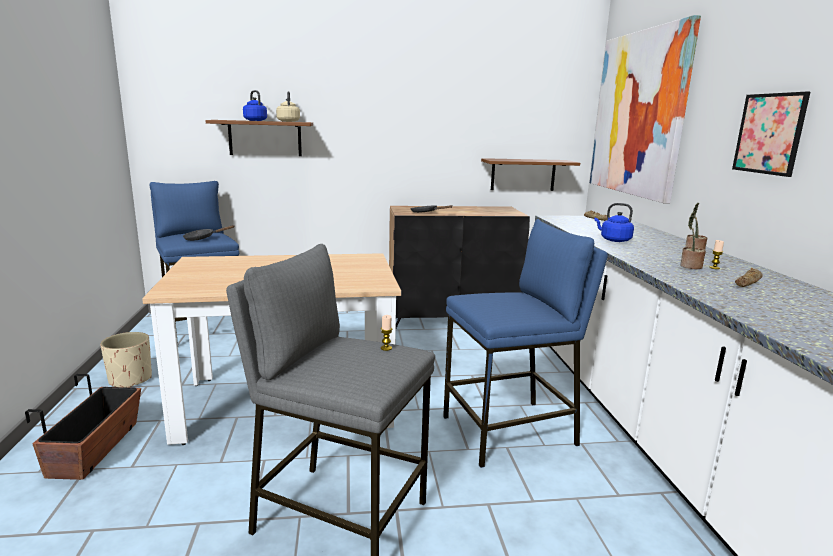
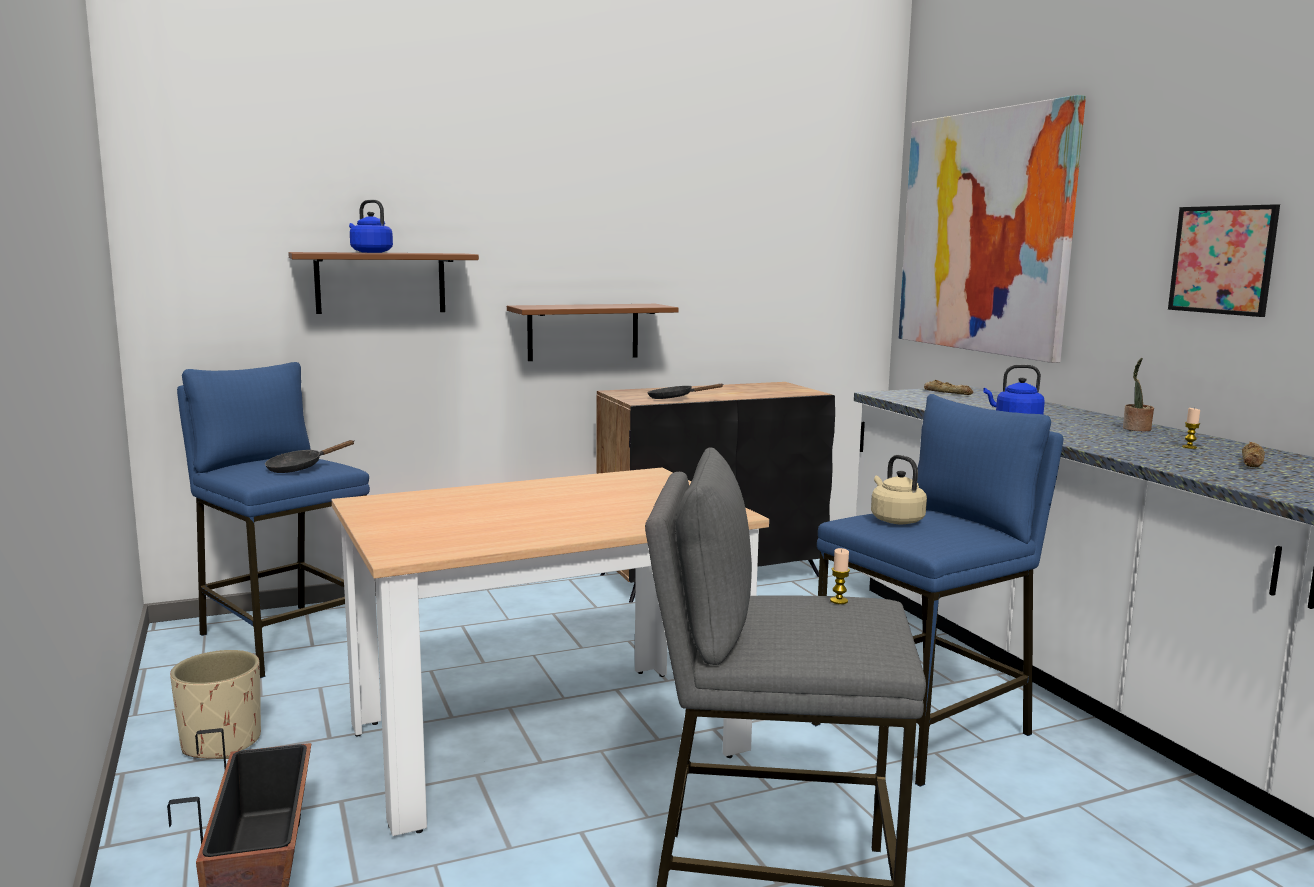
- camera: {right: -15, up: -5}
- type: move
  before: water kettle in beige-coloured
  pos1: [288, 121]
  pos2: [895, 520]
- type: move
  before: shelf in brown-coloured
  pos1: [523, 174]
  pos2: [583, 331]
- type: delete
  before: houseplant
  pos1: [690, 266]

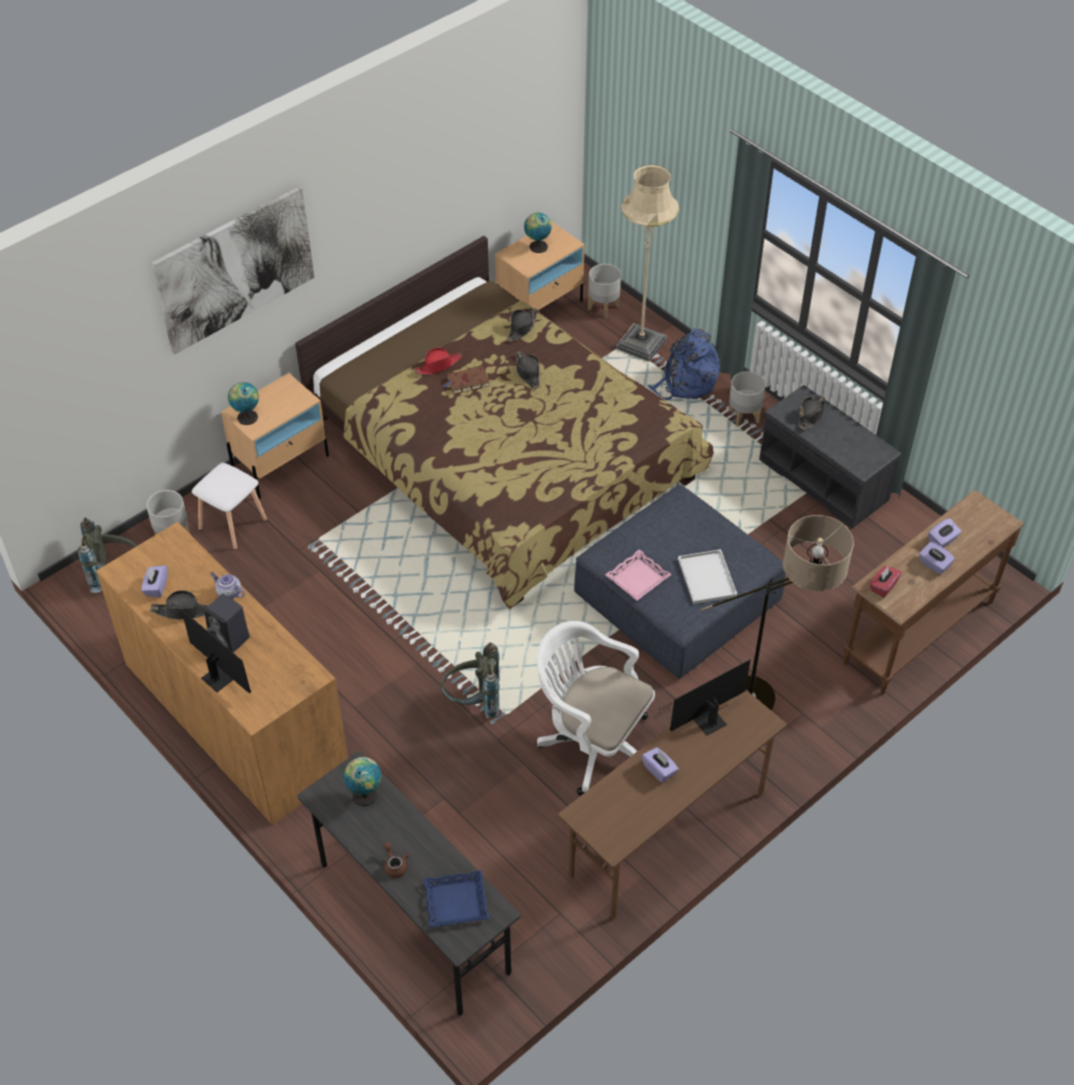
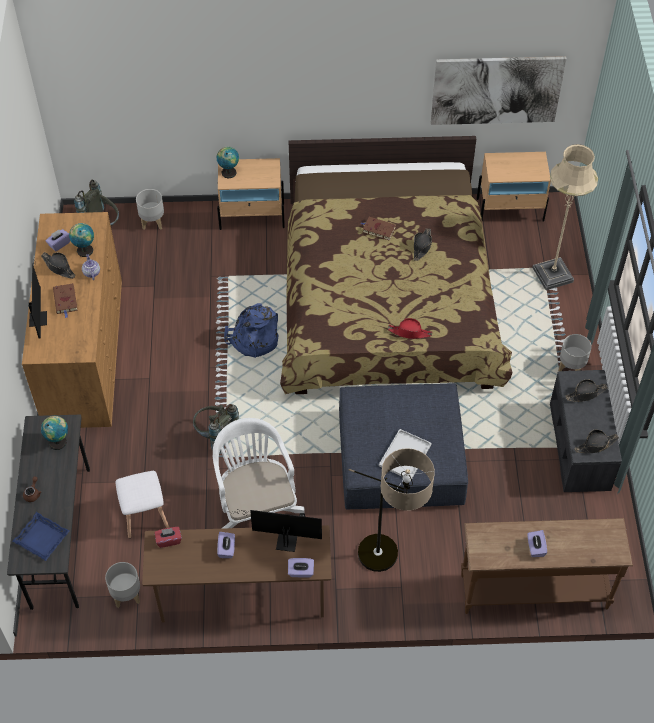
- camera: {right: 40, up: 5}
- type: move
  before: wall picture
  pos1: [235, 269]
  pos2: [496, 90]
- type: move
  before: stool seat in white
  pos1: [234, 524]
  pos2: [145, 516]
- type: replace
  before: loudspeaker in blackish
  after: volume in brown-coloured
  pos1: [231, 639]
  pos2: [66, 301]
- type: move
  before: hat in reddish
  pos1: [438, 365]
  pos2: [410, 332]
- type: move
  before: hat in blackish
  pos1: [522, 328]
  pos2: [595, 445]
- type: move
  before: globe
  pos1: [537, 246]
  pos2: [84, 249]
- type: move
  before: planter in gray
  pos1: [603, 307]
  pos2: [126, 595]
- type: delete
  before: tray in pinkish
  pos1: [638, 579]
- type: move
  before: backpack in blue-coloured
  pos1: [686, 382]
  pos2: [253, 339]
- type: move
  before: tissue holder in reddish
  pos1: [883, 586]
  pos2: [169, 540]
- type: move
  before: tissue holder in purple
  pos1: [942, 540]
  pos2: [301, 572]

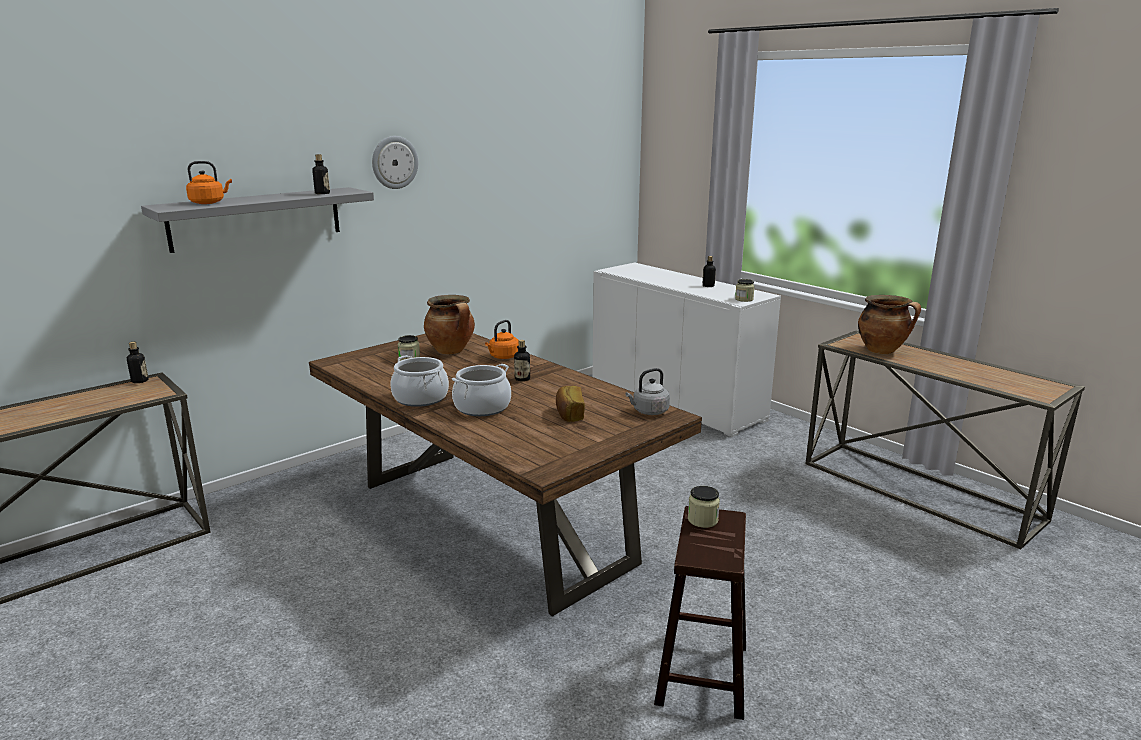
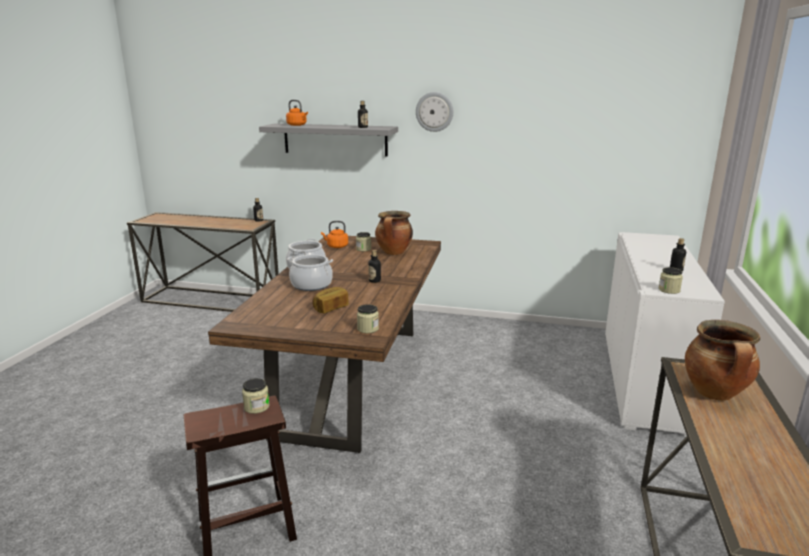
- camera: {right: 55, up: 0}
- type: move
  before: water kettle in orange-coloured
  pos1: [503, 357]
  pos2: [336, 246]
- type: replace
  before: water kettle in gray
  after: jar
  pos1: [649, 411]
  pos2: [368, 329]

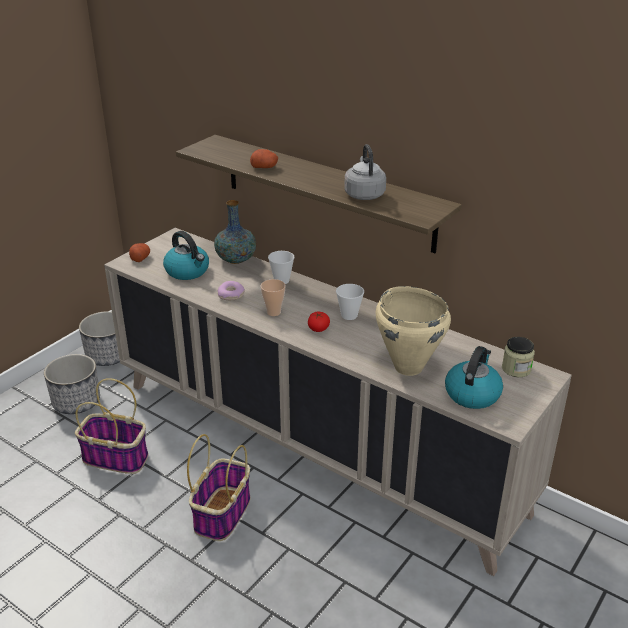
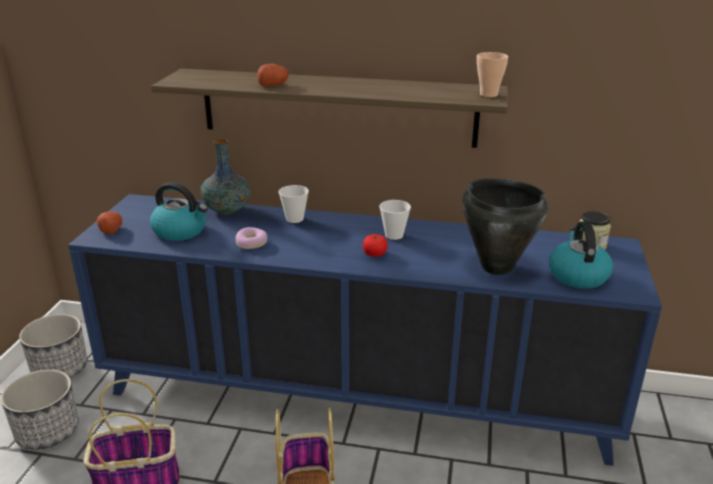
- camera: {right: -25, up: -5}
- type: recolor
  before: cupboard in beige-coloured
  after: cupboard in blue-coloured
  pos1: [314, 444]
  pos2: [356, 394]
- type: move
  before: small cup
  pos1: [273, 312]
  pos2: [488, 95]
- type: delete
  before: water kettle in gray
  pos1: [364, 194]
- type: recolor
  before: stockpot in beige-coloured
  after: stockpot in blackish
  pos1: [408, 367]
  pos2: [496, 267]

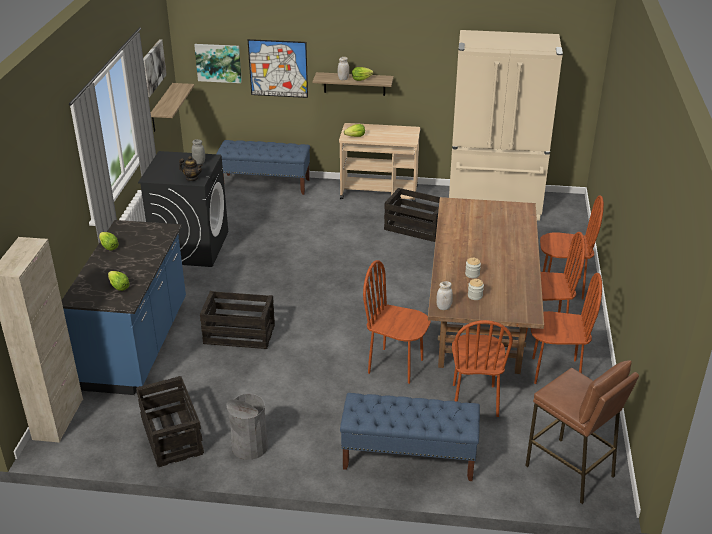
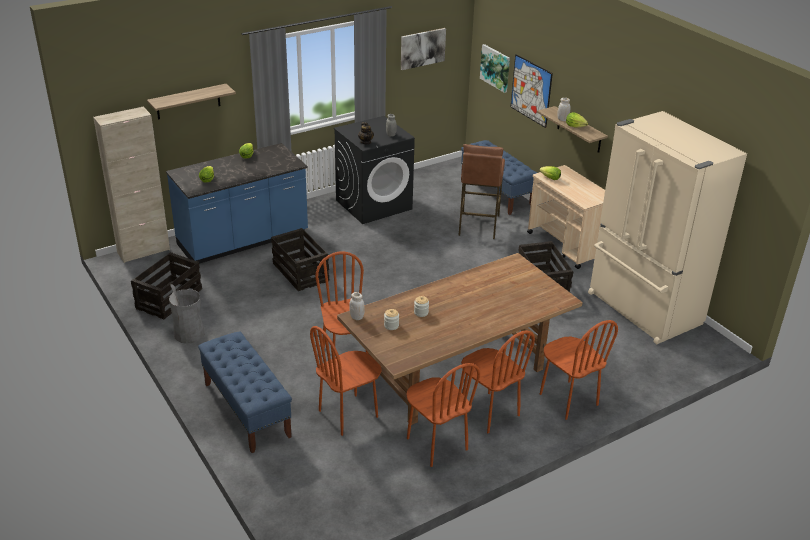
- camera: {right: 50, up: 0}
- type: move
  before: shelf
  pos1: [162, 108]
  pos2: [188, 101]
- type: move
  before: stool seat in brown-coloured
  pos1: [570, 471]
  pos2: [478, 225]

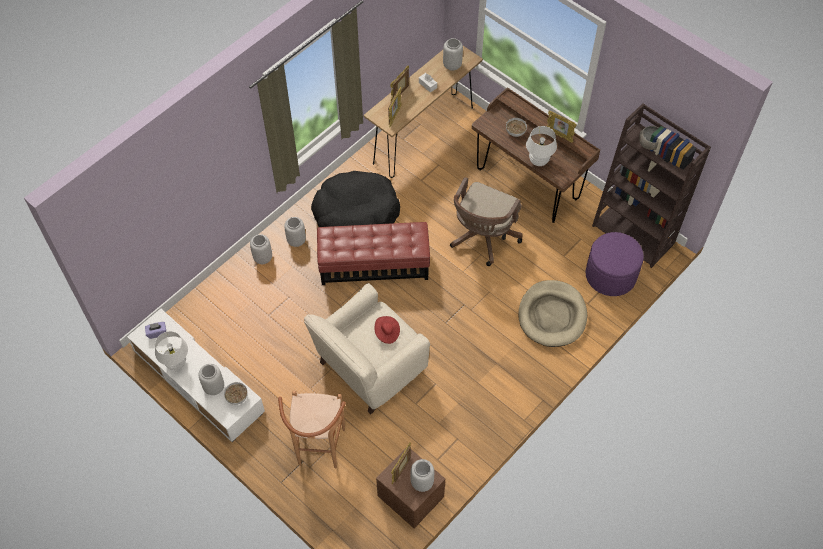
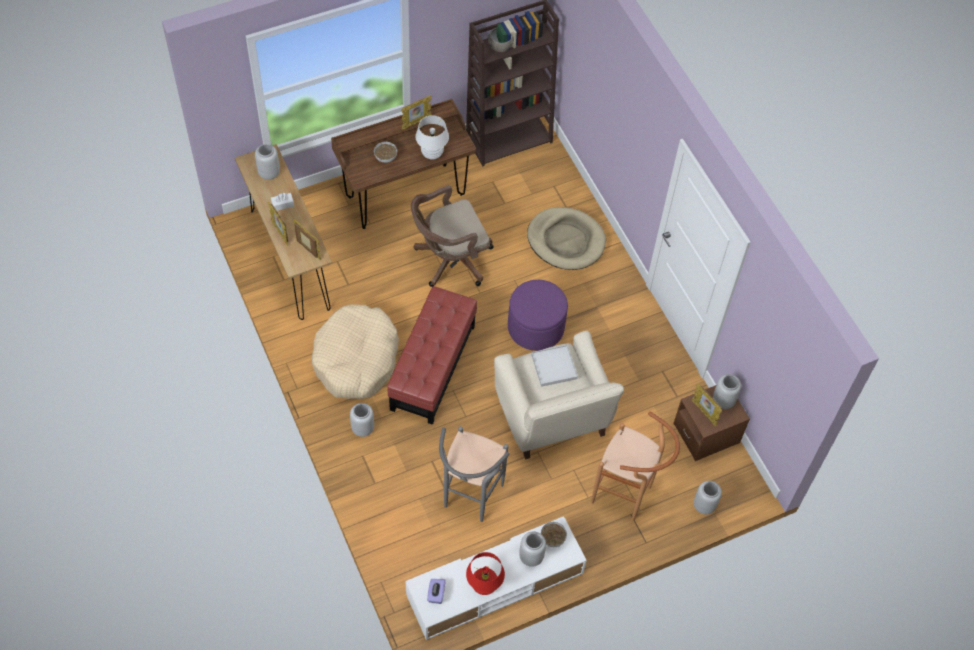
- camera: {right: -70, up: 0}
- type: recolor
  before: lamp for a table in white
  after: lamp for a table in reddish
  pos1: [176, 363]
  pos2: [484, 585]
- type: move
  before: flower vase in gray
  pos1: [263, 257]
  pos2: [703, 505]
- type: recolor
  before: dog cushion in blackish
  after: dog cushion in beige-coloured
  pos1: [356, 212]
  pos2: [356, 359]
- type: replace
  before: hat in reddish
  after: tray in white
  pos1: [387, 333]
  pos2: [554, 367]
- type: rotate
  before: office chair in brown-coloured
  pos1: [482, 238]
  pos2: [449, 260]
  turn: 105
- type: move
  before: footrest in purple
  pos1: [610, 275]
  pos2: [535, 327]
- type: insert
  after: stool seat in gray
  pos2: [469, 500]

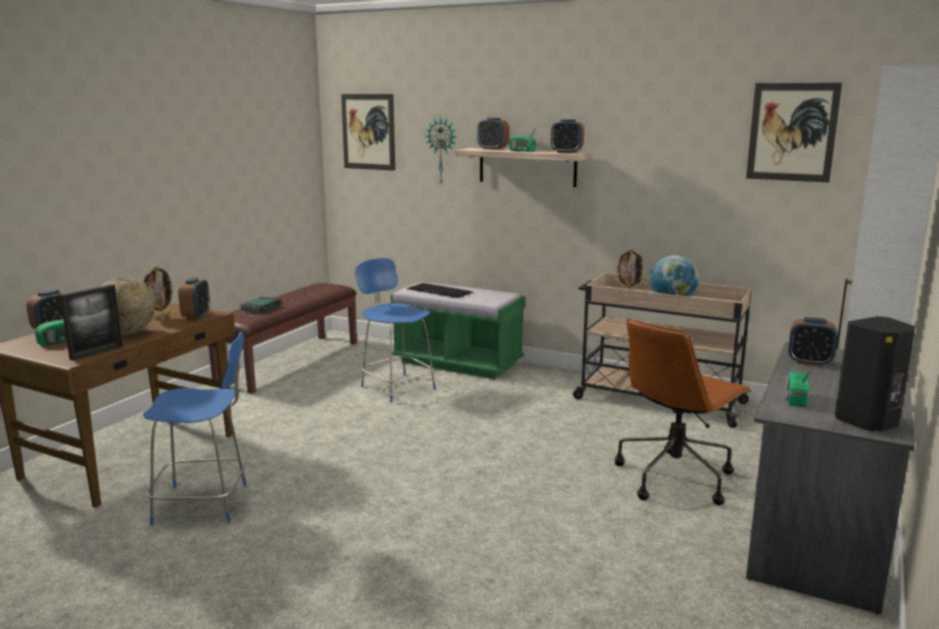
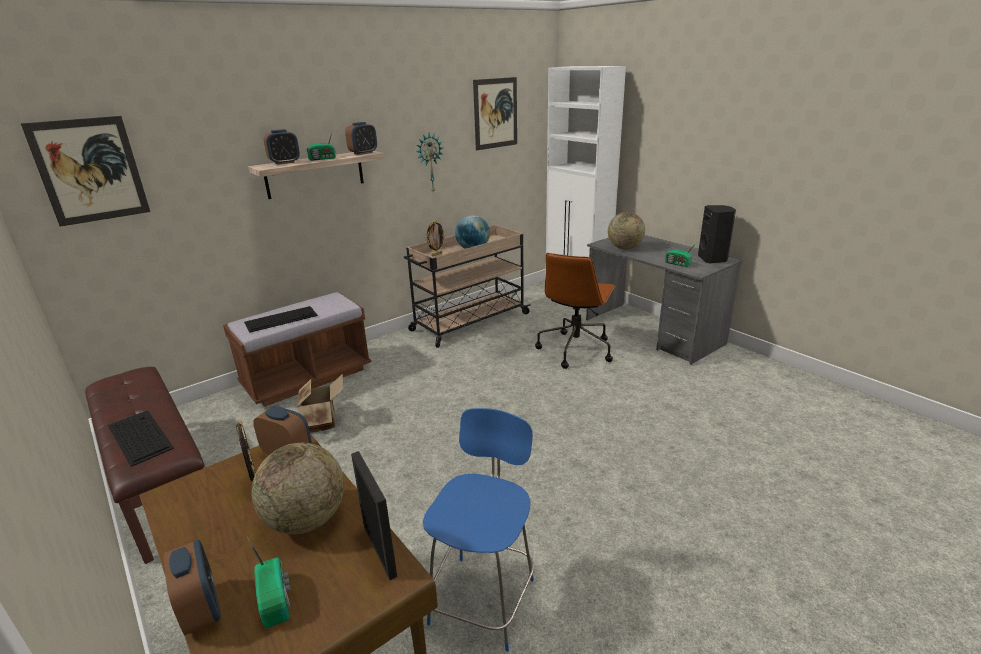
- camera: {right: -65, up: 10}
- type: replace
  before: volume
  after: computer keyboard
  pos1: [260, 308]
  pos2: [139, 436]
- type: replace
  before: stool seat in blue-coloured
  after: cardboard box
  pos1: [396, 387]
  pos2: [323, 421]
- type: recolor
  before: bench in green
  after: bench in brown-coloured
  pos1: [458, 363]
  pos2: [307, 377]
- type: move
  before: hanging clock
  pos1: [442, 151]
  pos2: [429, 163]
- type: rotate
  before: office chair in brown-coloured
  pos1: [675, 477]
  pos2: [575, 349]
  turn: 45
- type: replace
  before: table clock
  after: globe
  pos1: [809, 362]
  pos2: [624, 248]

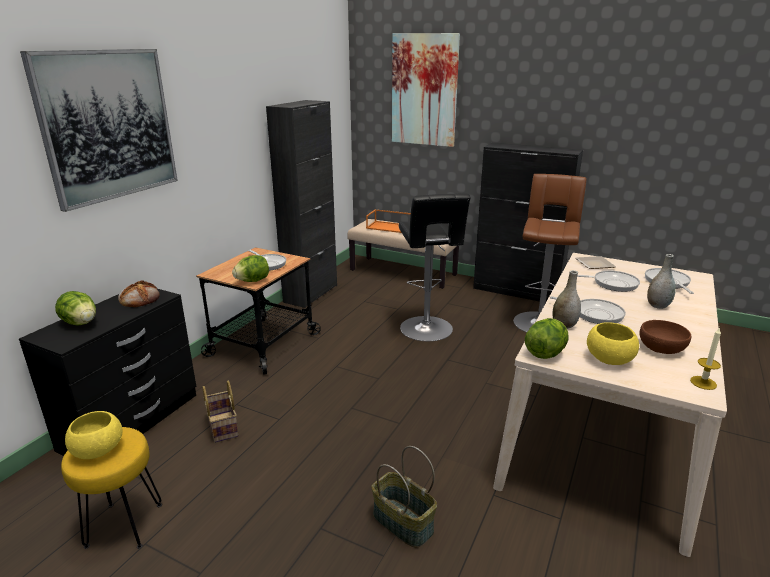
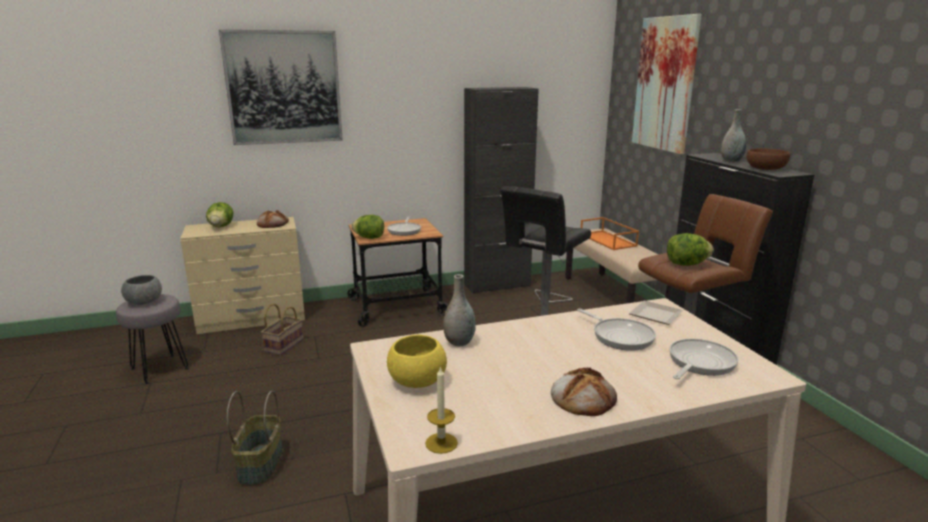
- camera: {right: 45, up: -5}
- type: recolor
  before: chest of drawers in blackish
  after: chest of drawers in beige-coloured
  pos1: [133, 421]
  pos2: [253, 319]
- type: recolor
  before: stool seat in yellowish
  after: stool seat in gray
  pos1: [124, 524]
  pos2: [160, 368]
- type: recolor
  before: deep dish in yellowish
  after: deep dish in gray
  pos1: [98, 450]
  pos2: [144, 302]
- type: move
  before: head of lettuce
  pos1: [545, 353]
  pos2: [686, 264]
- type: delete
  before: skillet
  pos1: [595, 314]
- type: move
  before: deep dish in brown-coloured
  pos1: [662, 348]
  pos2: [766, 169]
- type: move
  before: flower vase in gray
  pos1: [658, 306]
  pos2: [731, 161]
- type: insert
  after: bread
  pos2: [583, 397]

